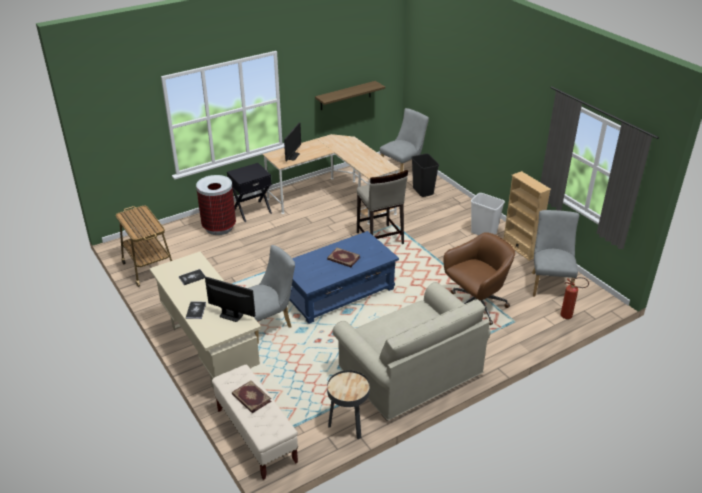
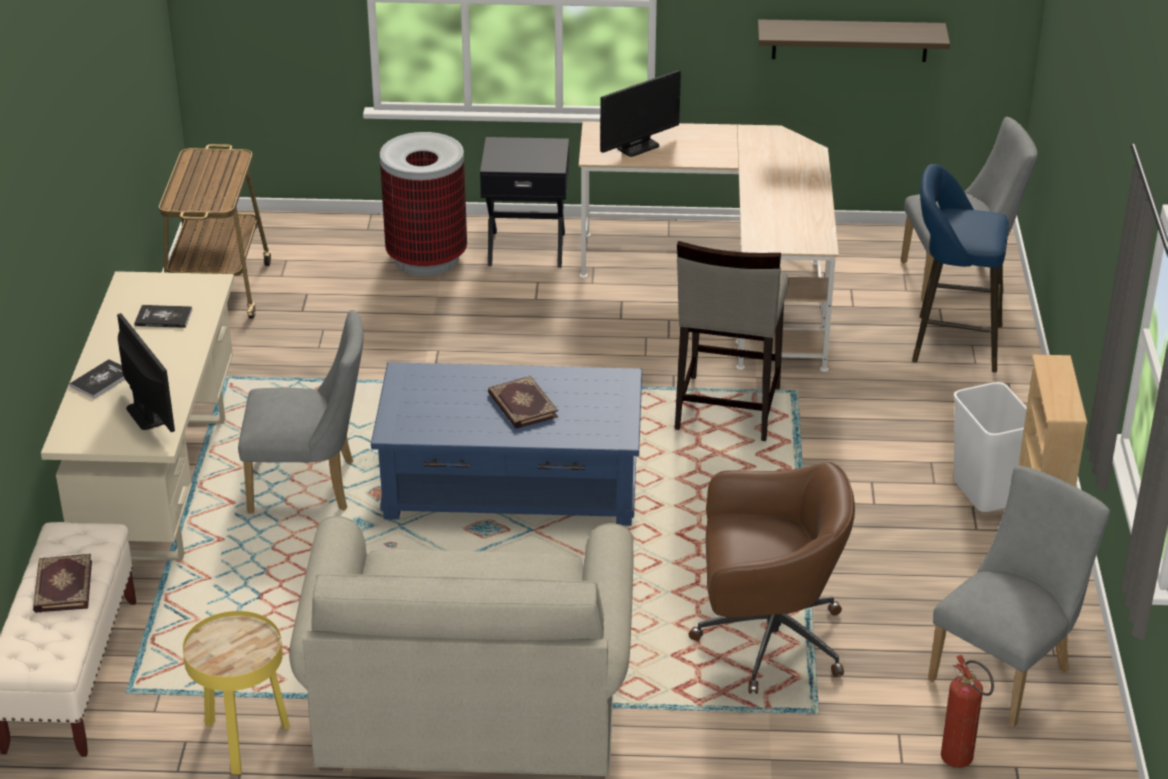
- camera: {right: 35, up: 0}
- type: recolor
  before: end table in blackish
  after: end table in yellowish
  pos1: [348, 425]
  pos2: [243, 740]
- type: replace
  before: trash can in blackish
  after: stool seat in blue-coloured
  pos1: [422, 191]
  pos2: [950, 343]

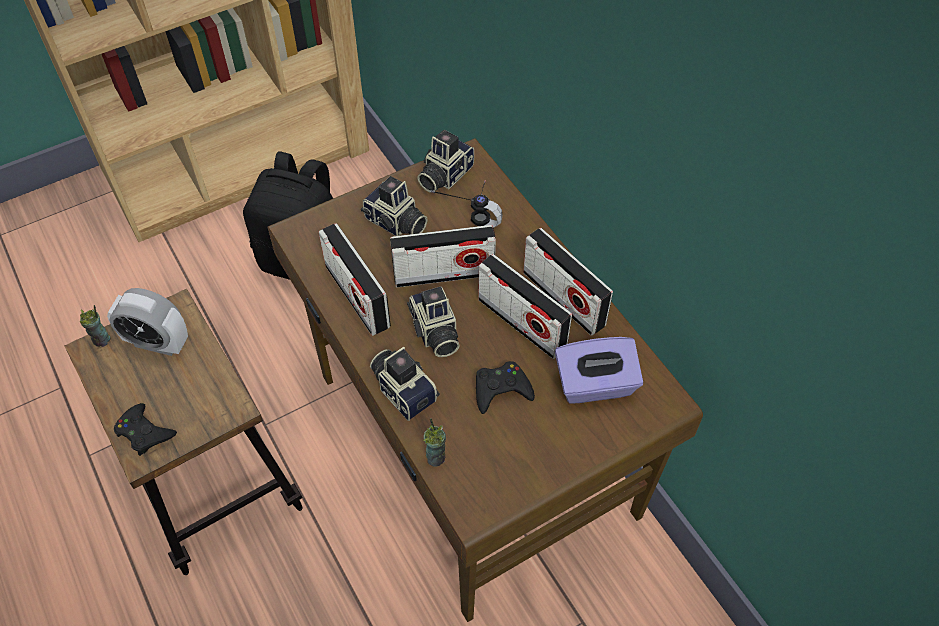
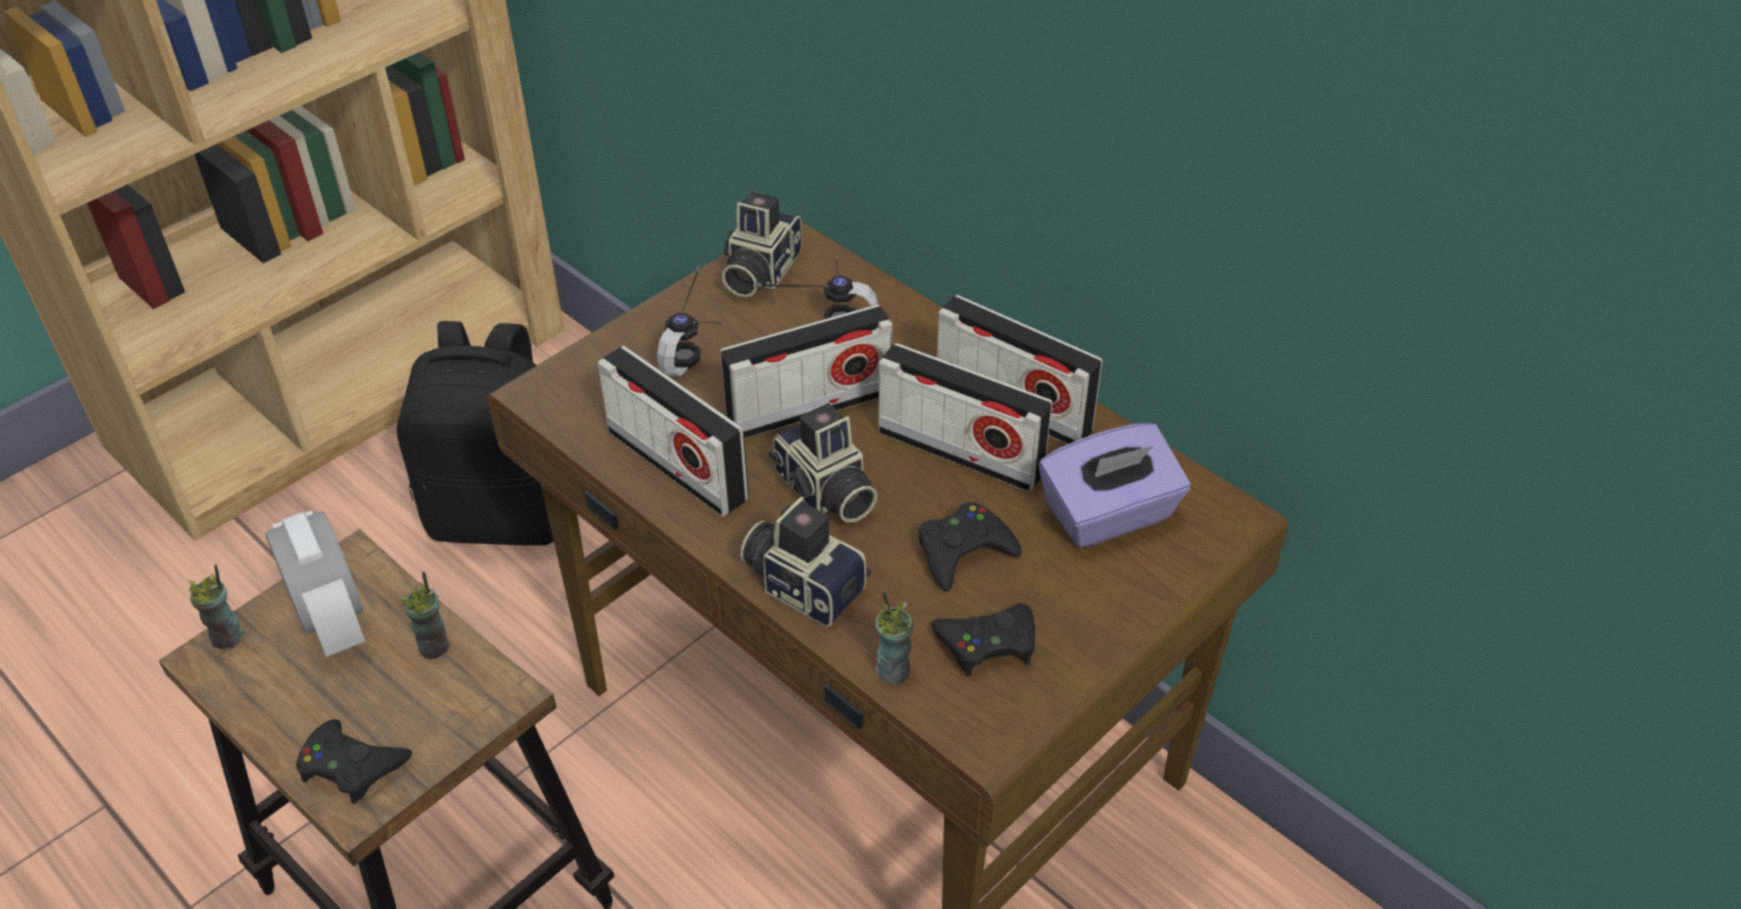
- camera: {right: -15, up: -10}
- type: rotate
  before: table clock
  pos1: [157, 343]
  pos2: [333, 621]
  turn: -120
- type: replace
  before: photo camera
  after: headphones
  pos1: [395, 223]
  pos2: [704, 351]
- type: insert
  after: small cup
  pos2: [435, 647]
- type: insert
  after: joypad in blackish
  pos2: [987, 643]

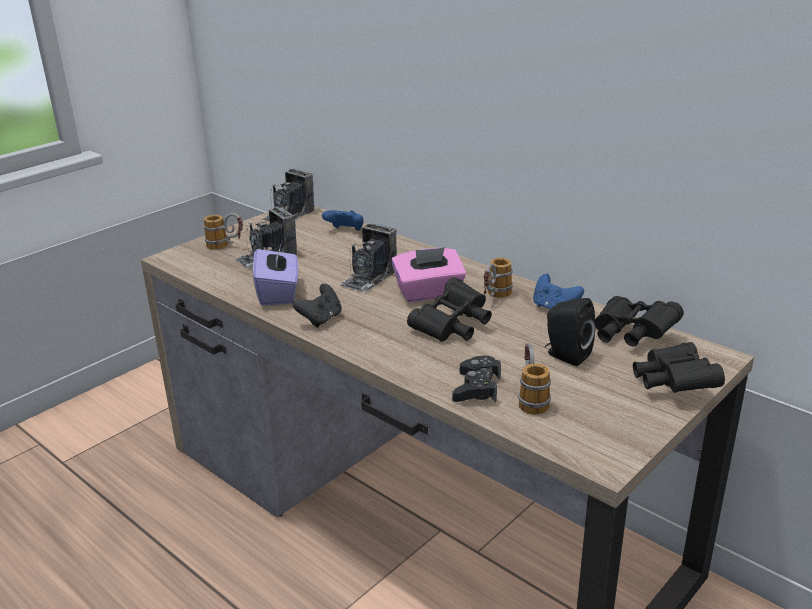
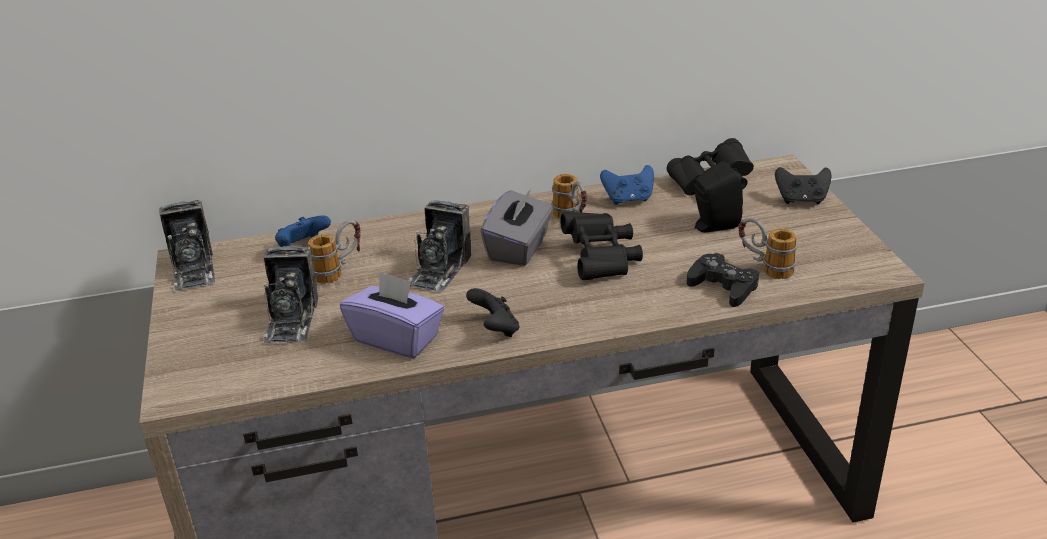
- camera: {right: -55, up: 5}
- type: move
  before: mug
  pos1: [226, 246]
  pos2: [339, 270]
- type: rotate
  before: photo camera
  pos1: [369, 278]
  pos2: [440, 270]
  turn: 45
- type: recolor
  before: tissue holder in pinkish
  after: tissue holder in gray
  pos1: [429, 293]
  pos2: [519, 248]
- type: replace
  before: pair of binoculars in blackish
  after: joypad in blackish
  pos1: [673, 384]
  pos2: [801, 200]

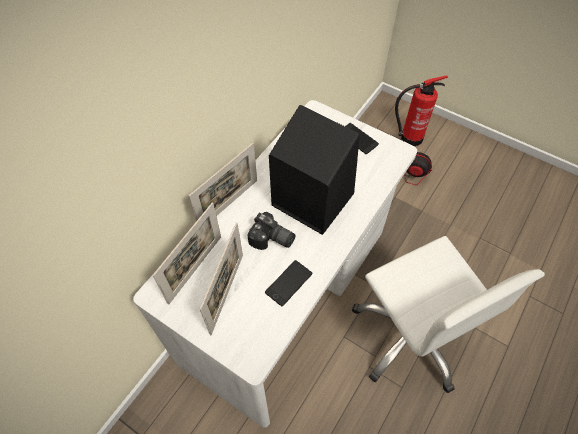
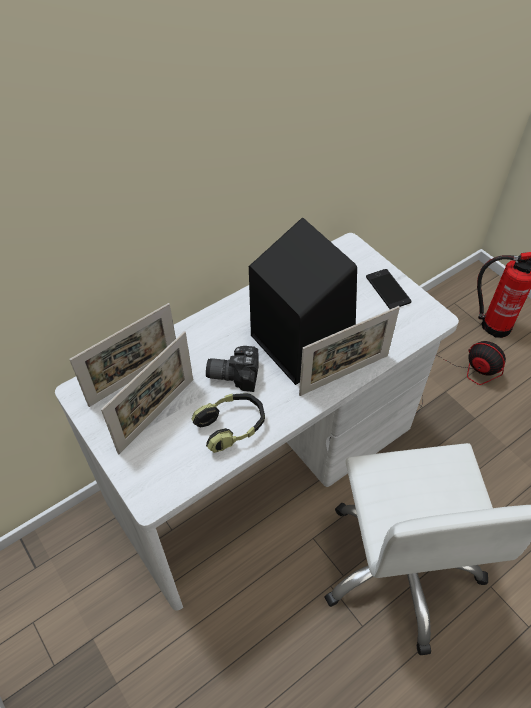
- camera: {right: 20, up: -5}
- type: move
  before: photo frame
  pos1: [229, 204]
  pos2: [344, 375]
- type: rotate
  before: photo camera
  pos1: [272, 240]
  pos2: [233, 373]
  turn: 135
- type: replace
  before: telephone
  after: headphones
  pos1: [288, 283]
  pos2: [231, 426]

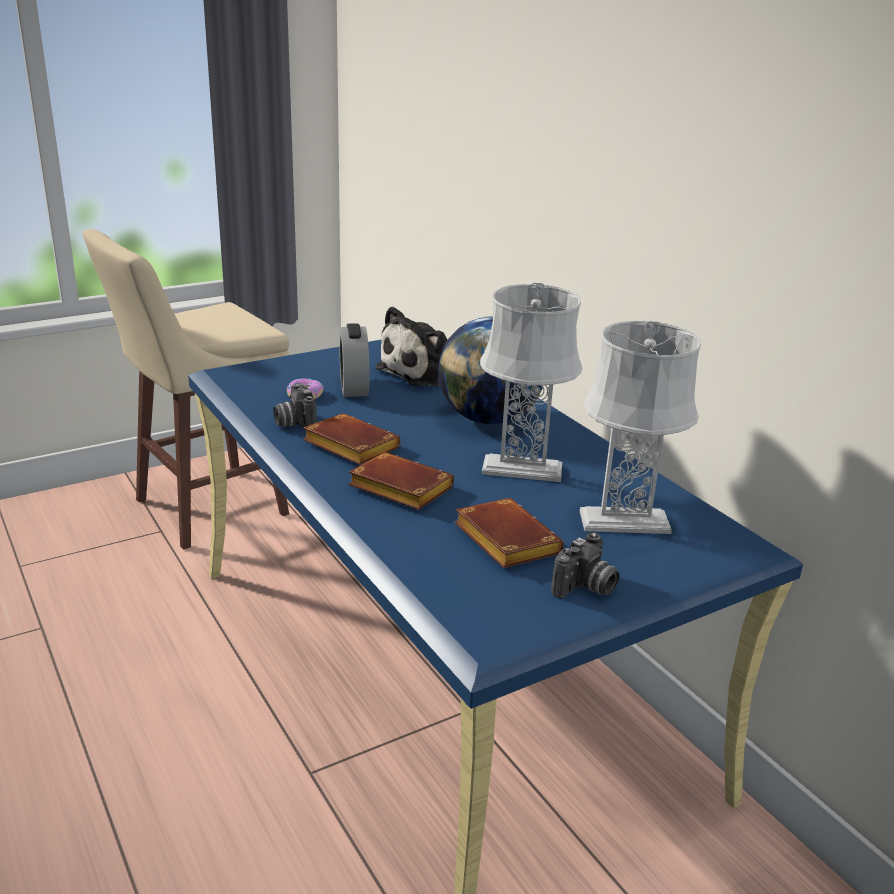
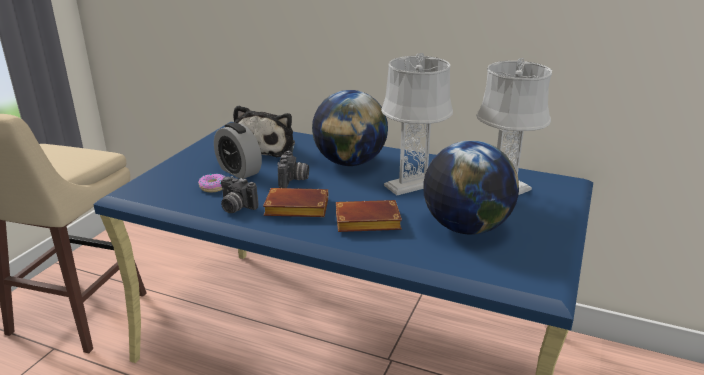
- camera: {right: -35, up: 0}
- type: replace
  before: volume in brown-coloured
  after: globe
  pos1: [502, 540]
  pos2: [466, 227]
- type: move
  before: photo camera
  pos1: [586, 588]
  pos2: [294, 180]

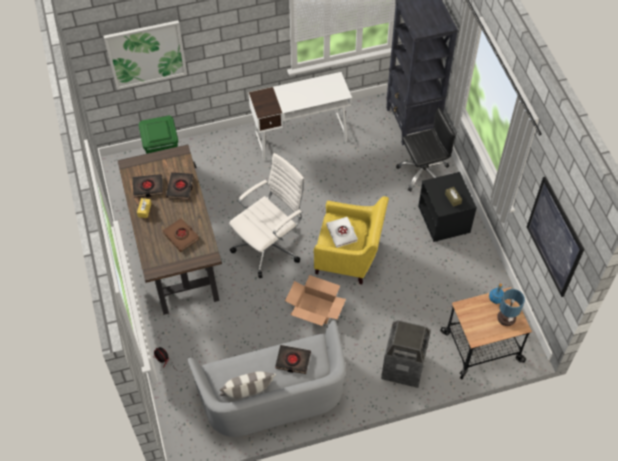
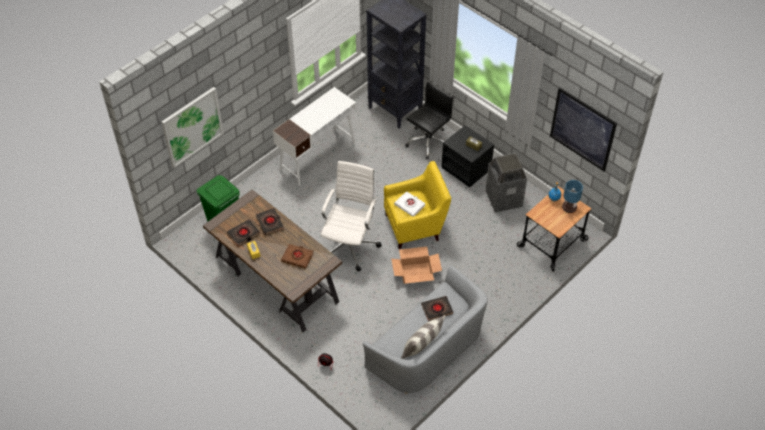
- camera: {right: -30, up: -5}
- type: move
  before: trash can
  pos1: [403, 367]
  pos2: [503, 199]

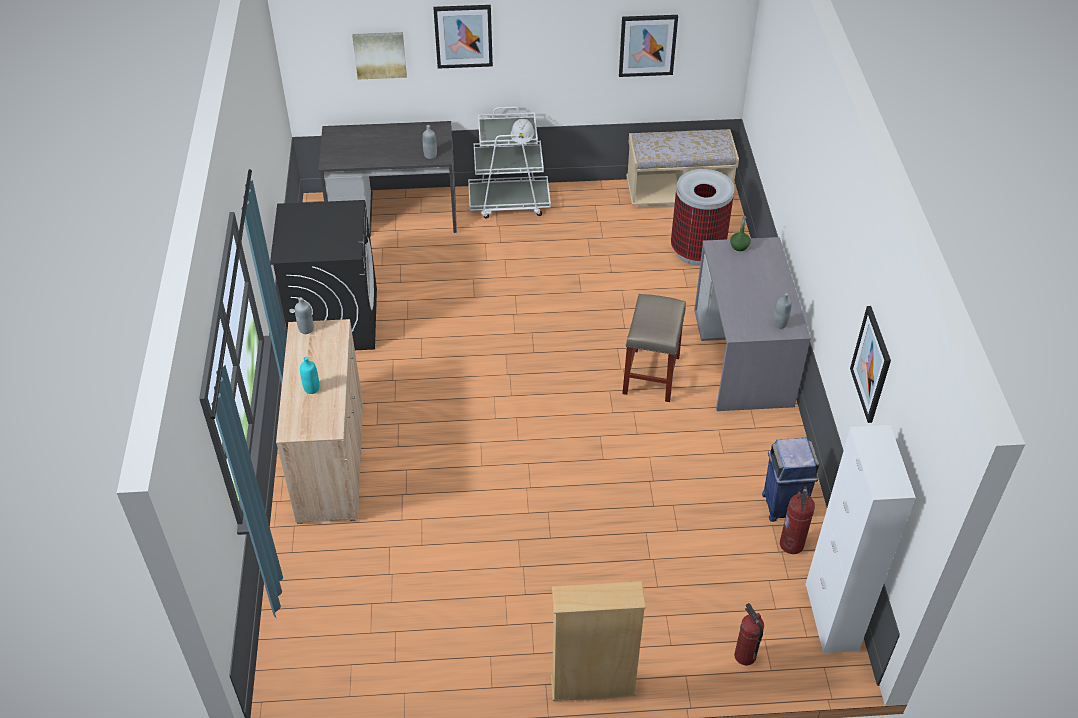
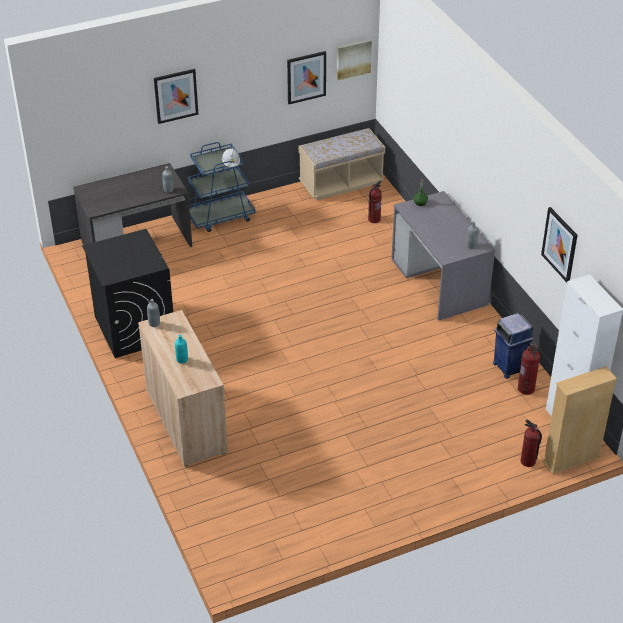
- camera: {right: -20, up: -5}
- type: move
  before: wall picture
  pos1: [380, 54]
  pos2: [353, 59]
- type: recolor
  before: cart in white
  after: cart in blue-coloured
  pos1: [509, 202]
  pos2: [220, 217]
- type: move
  before: bookshelf in beige-coloured
  pos1: [593, 686]
  pos2: [571, 459]
- type: delete
  before: stool seat in beige-coloured
  pos1: [651, 374]
- type: replace
  before: trash can
  after: fire-fighting cylinder
  pos1: [697, 250]
  pos2: [374, 219]

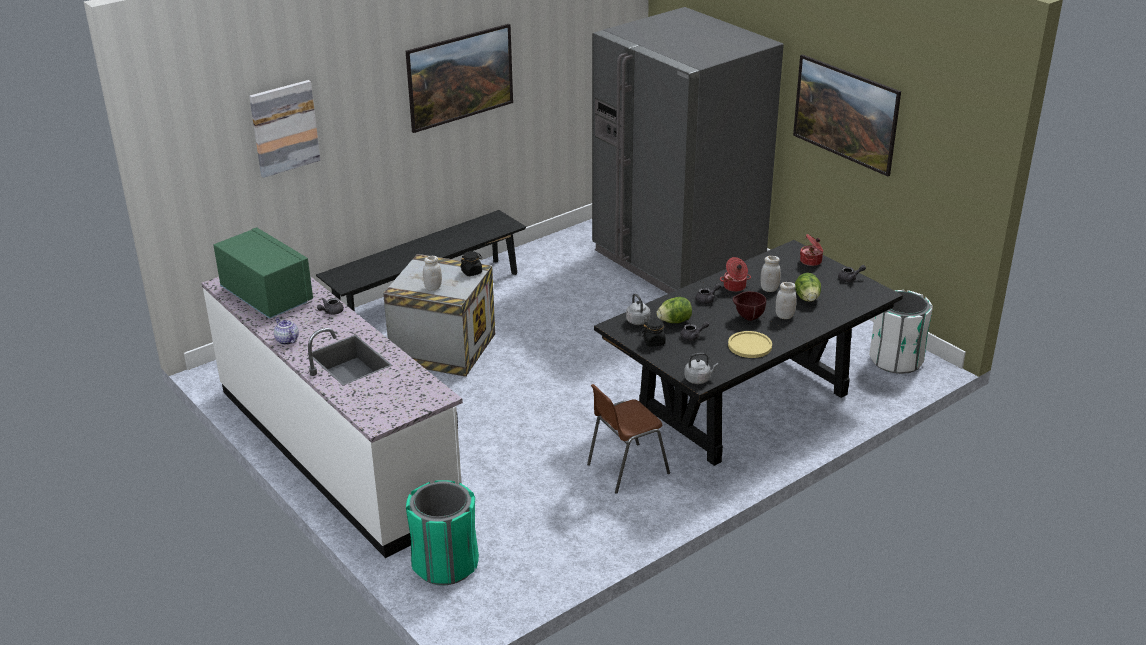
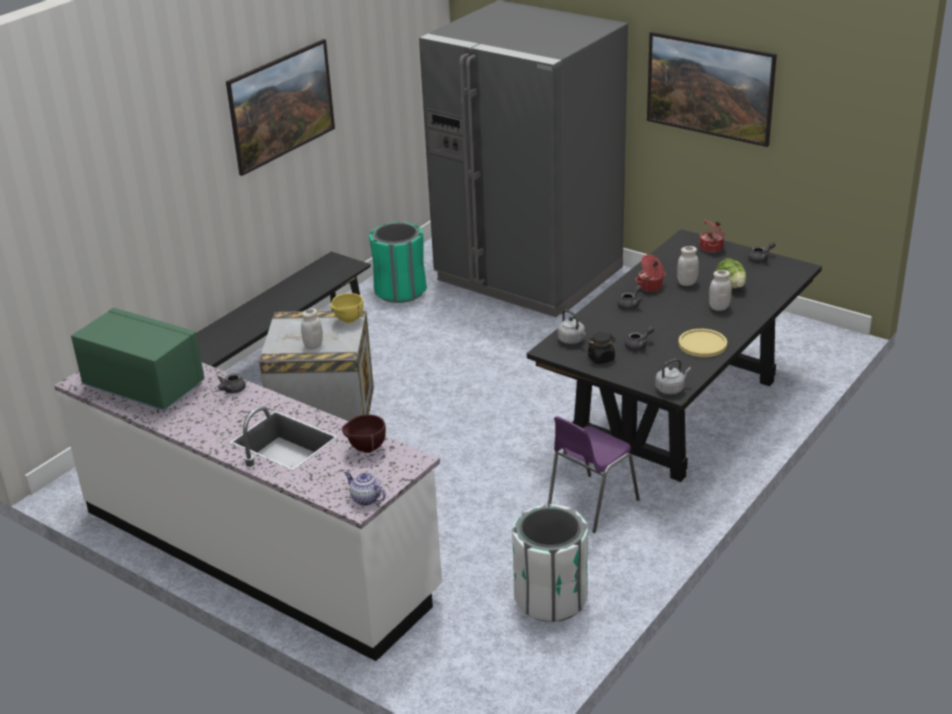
- camera: {right: -15, up: 0}
- type: delete
  before: wall picture
  pos1: [284, 128]
- type: move
  before: tea pot
  pos1: [286, 340]
  pos2: [365, 499]
- type: move
  before: trash can in green
  pos1: [445, 564]
  pos2: [400, 291]
- type: replace
  before: jar in blackish
  after: deep dish in yellowish
  pos1: [472, 272]
  pos2: [348, 321]
- type: recolor
  before: plain chair in brown-coloured
  after: plain chair in purple
  pos1: [625, 469]
  pos2: [590, 505]
- type: delete
  before: head of lettuce
  pos1: [674, 321]
- type: move
  before: deep dish in brown-coloured
  pos1: [748, 318]
  pos2: [365, 449]
- type: move
  before: trash can in white
  pos1: [895, 360]
  pos2: [550, 599]

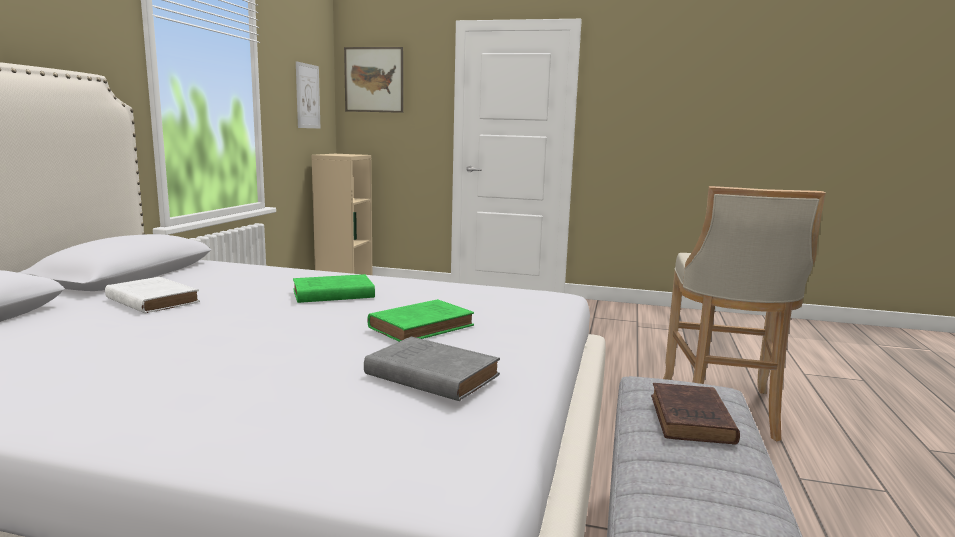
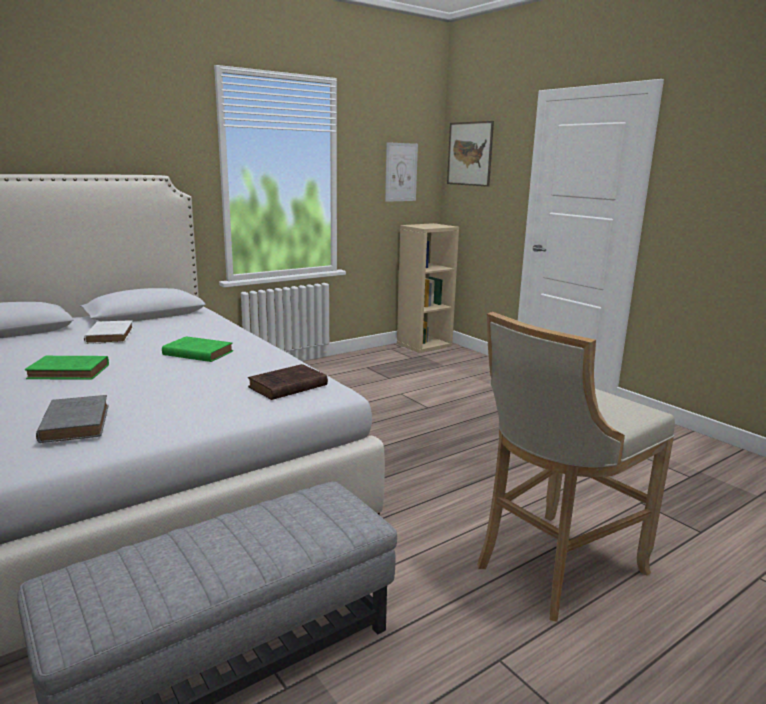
- camera: {right: 40, up: 5}
- type: move
  before: volume in green
  pos1: [423, 326]
  pos2: [71, 372]
- type: move
  before: volume in brown-coloured
  pos1: [691, 420]
  pos2: [286, 387]

